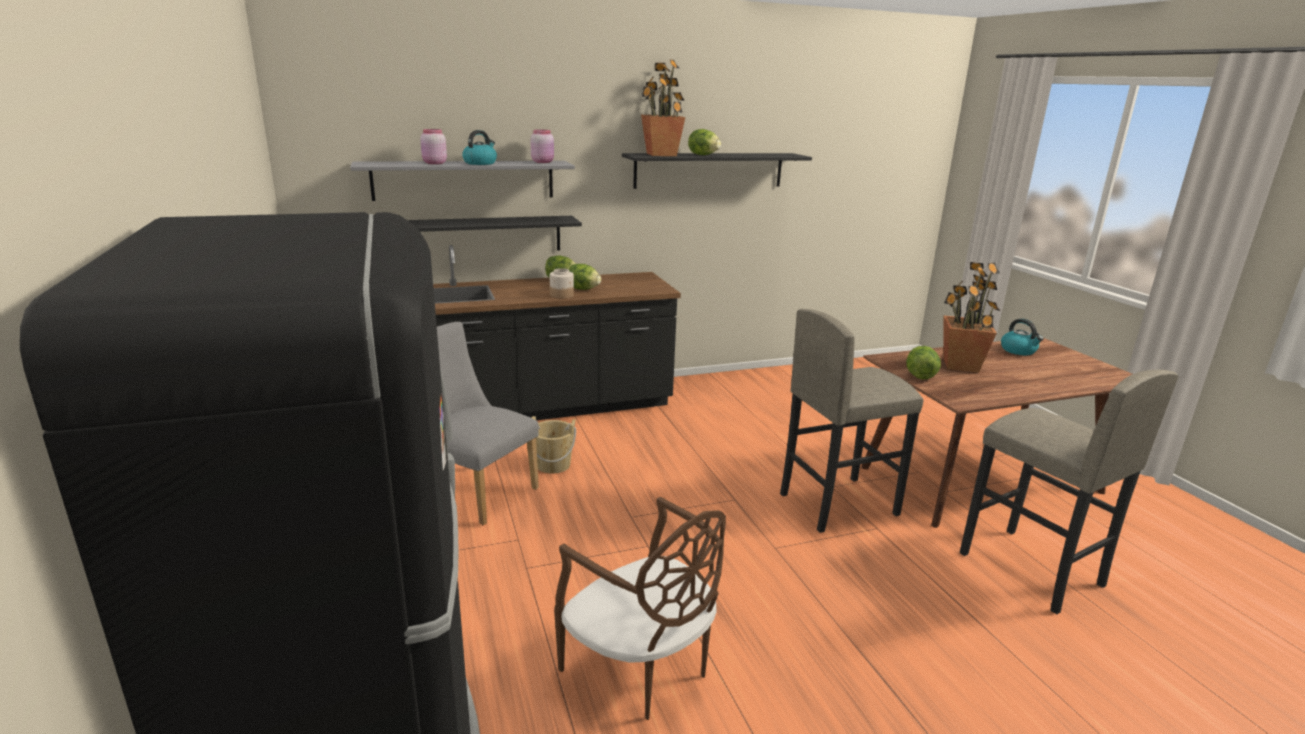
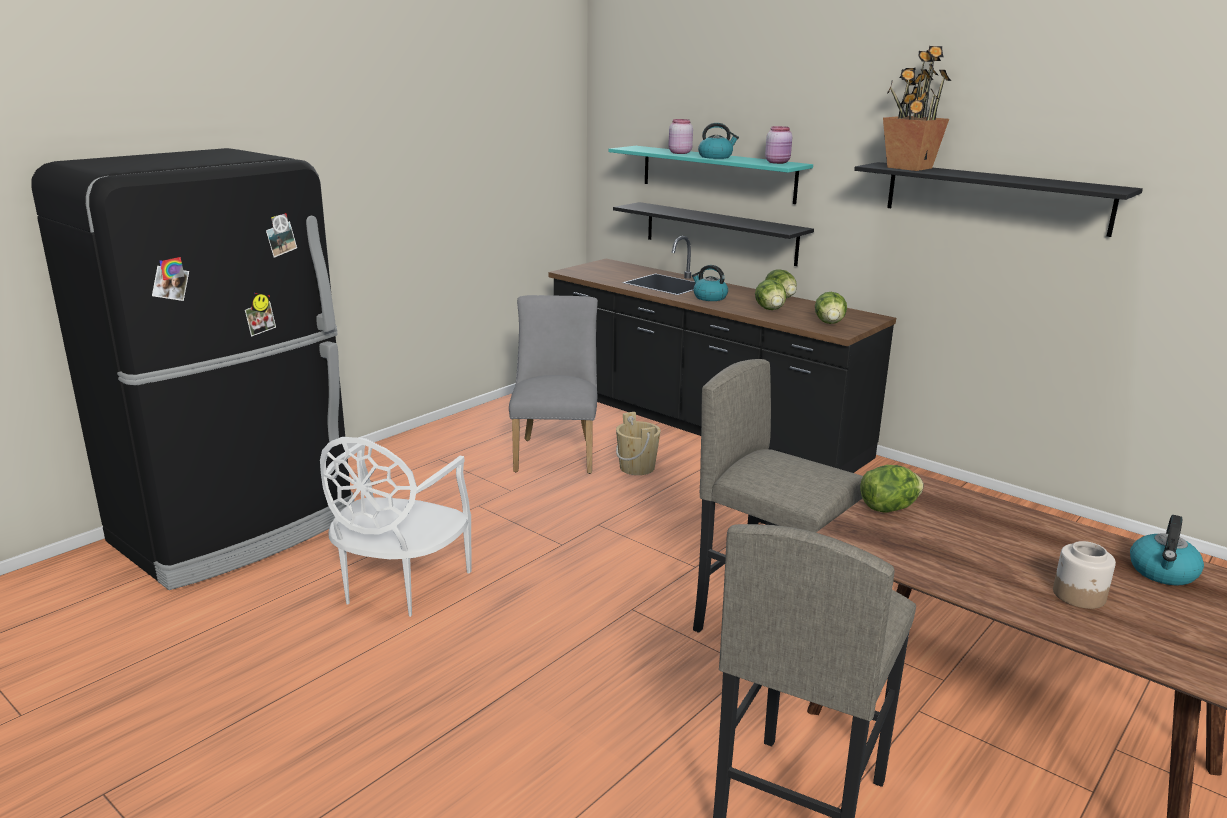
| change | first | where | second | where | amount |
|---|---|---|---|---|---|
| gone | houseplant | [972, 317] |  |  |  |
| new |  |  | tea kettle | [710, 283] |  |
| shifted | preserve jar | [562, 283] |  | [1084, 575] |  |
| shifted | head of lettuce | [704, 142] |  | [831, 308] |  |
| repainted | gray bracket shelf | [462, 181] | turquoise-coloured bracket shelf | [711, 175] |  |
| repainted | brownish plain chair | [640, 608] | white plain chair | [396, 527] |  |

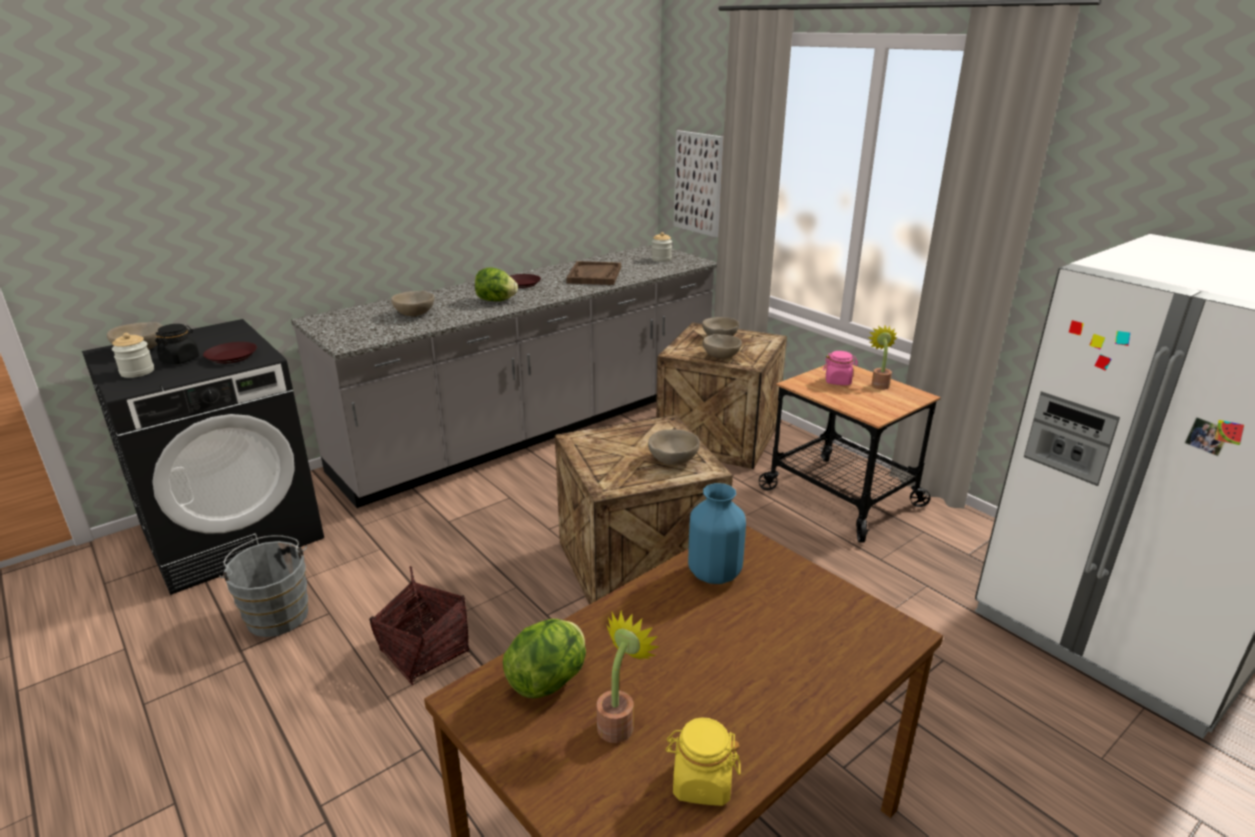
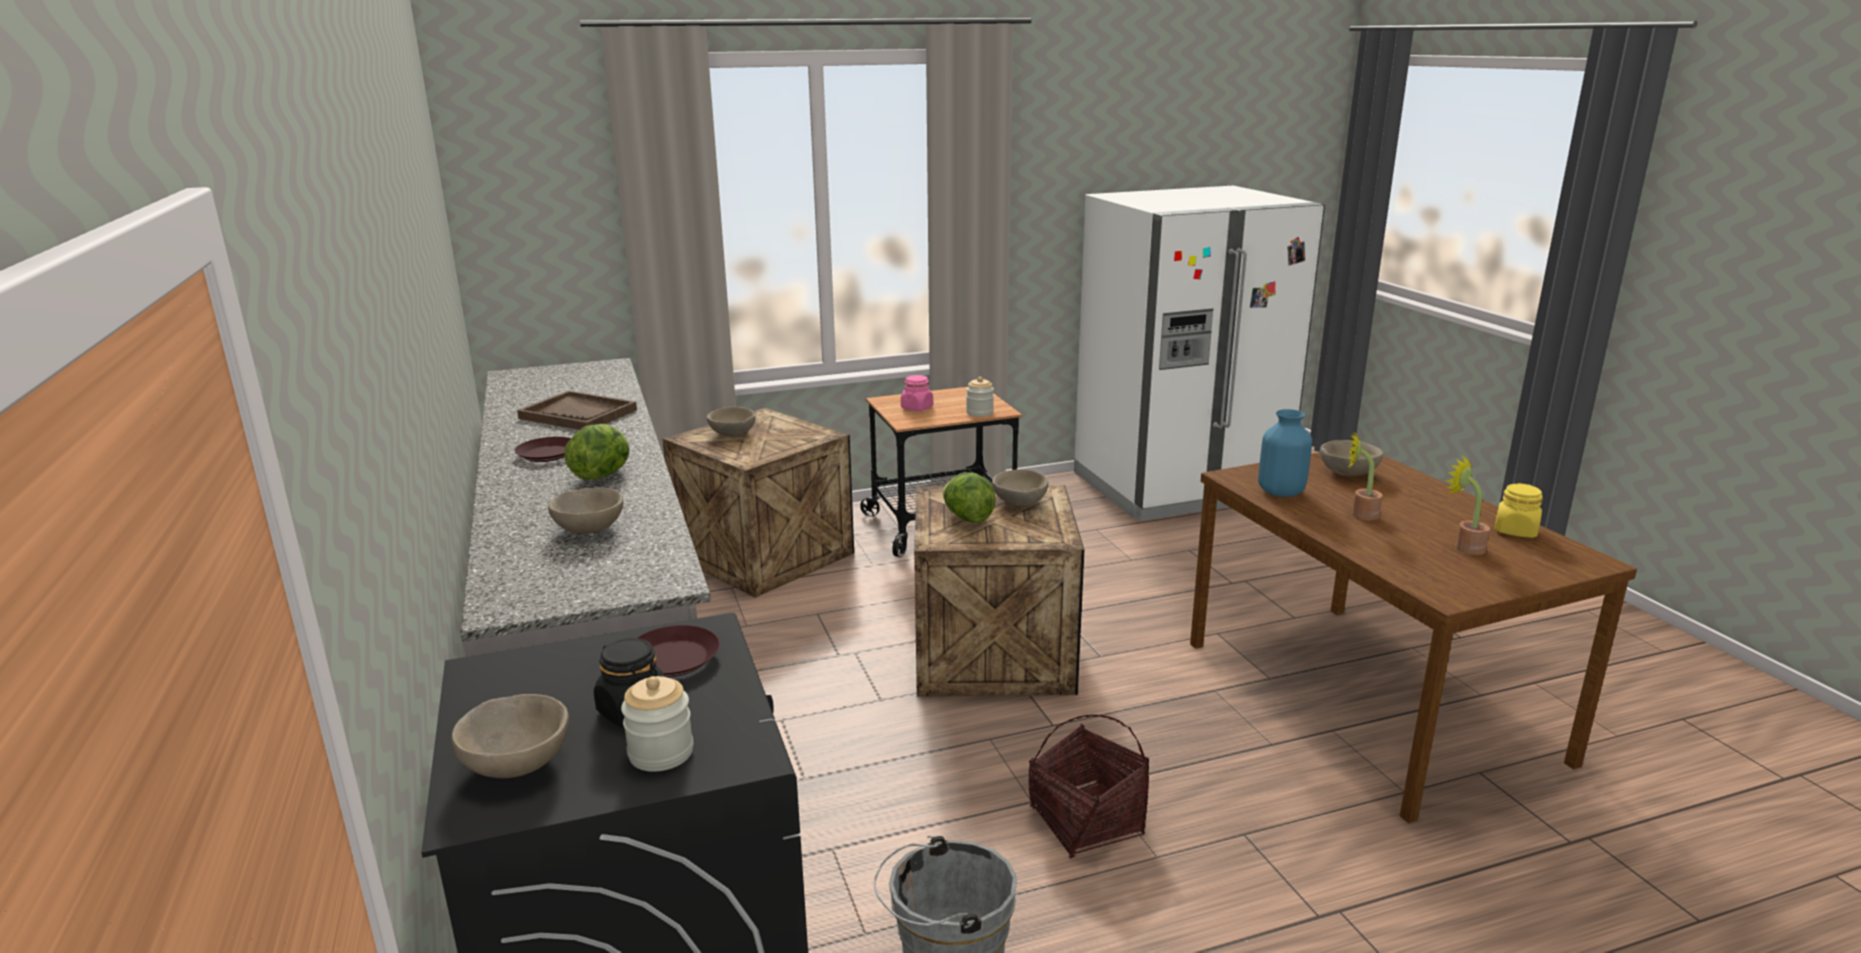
| change | first | where | second | where | amount |
|---|---|---|---|---|---|
| gone | picture | [699, 183] |  |  |  |
| shifted | head of lettuce | [544, 658] |  | [969, 497] |  |
| shifted | preserve jar | [662, 247] |  | [980, 397] |  |
| shifted | beige-coloured bowl | [722, 346] |  | [1351, 458] |  |
| shifted | houseplant | [882, 357] |  | [1365, 475] |  |

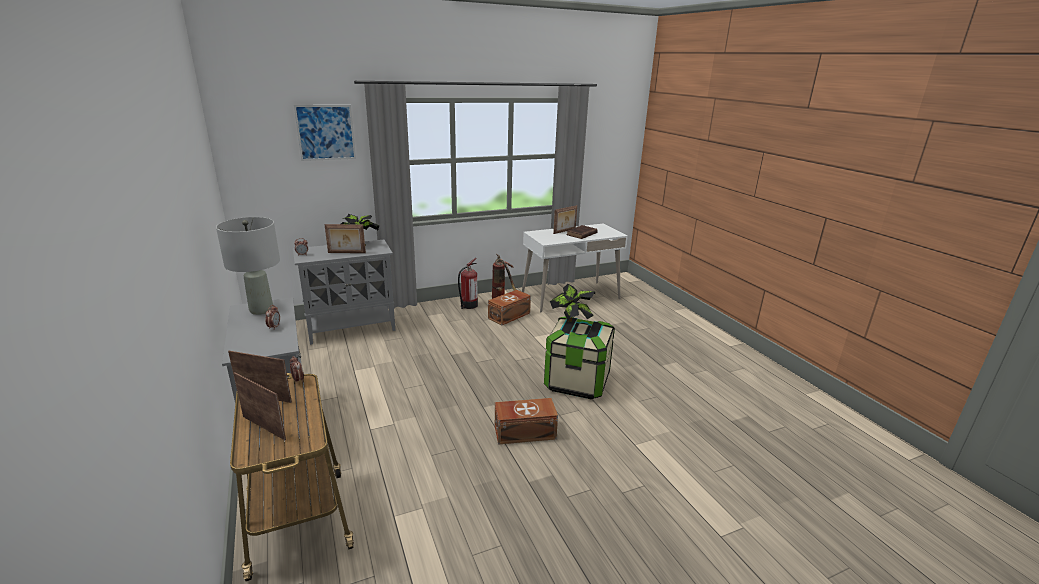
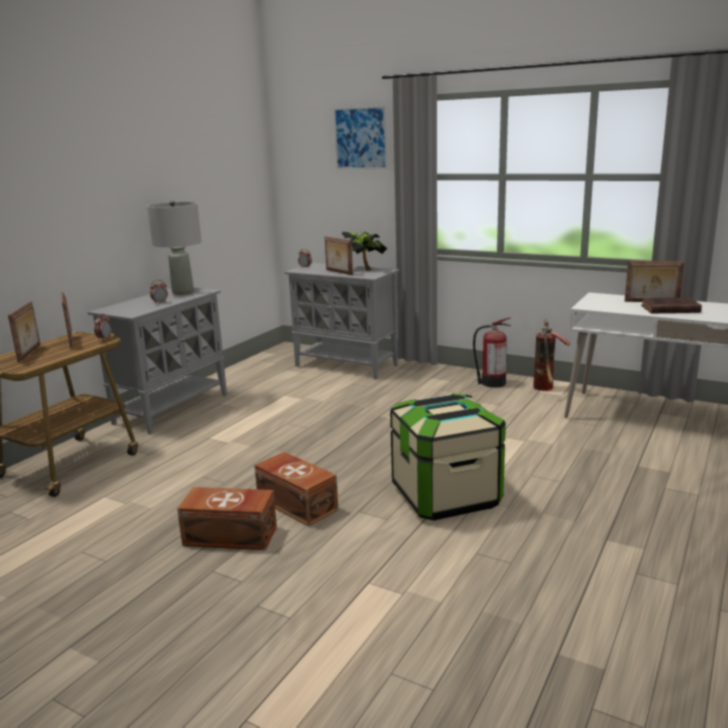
| change | first | where | second | where | amount |
|---|---|---|---|---|---|
| gone | houseplant | [572, 303] |  |  |  |
| shifted | brownish storage box | [509, 307] |  | [227, 518] |  |

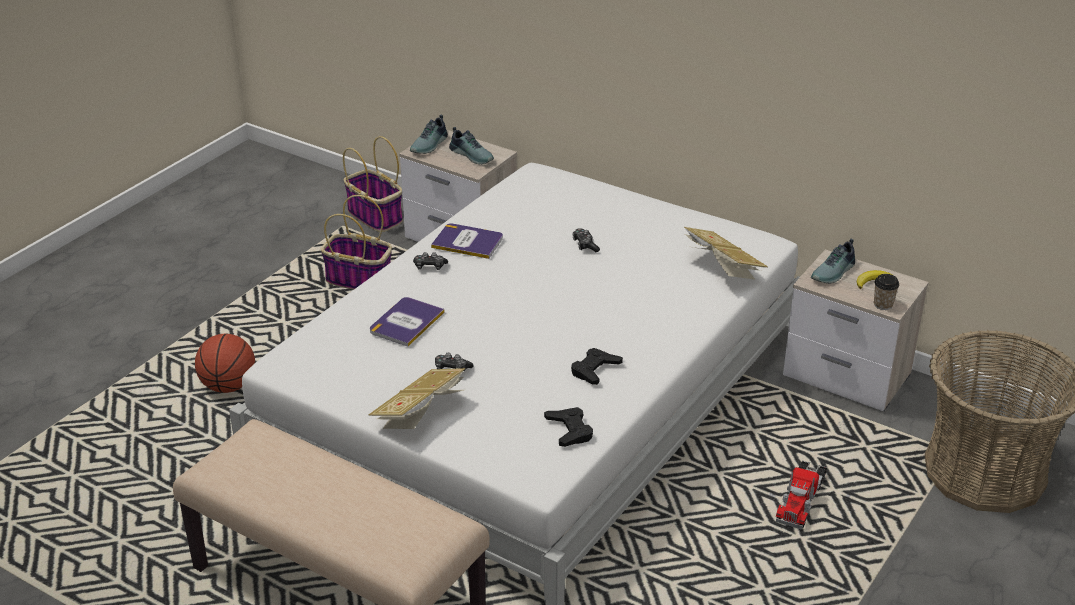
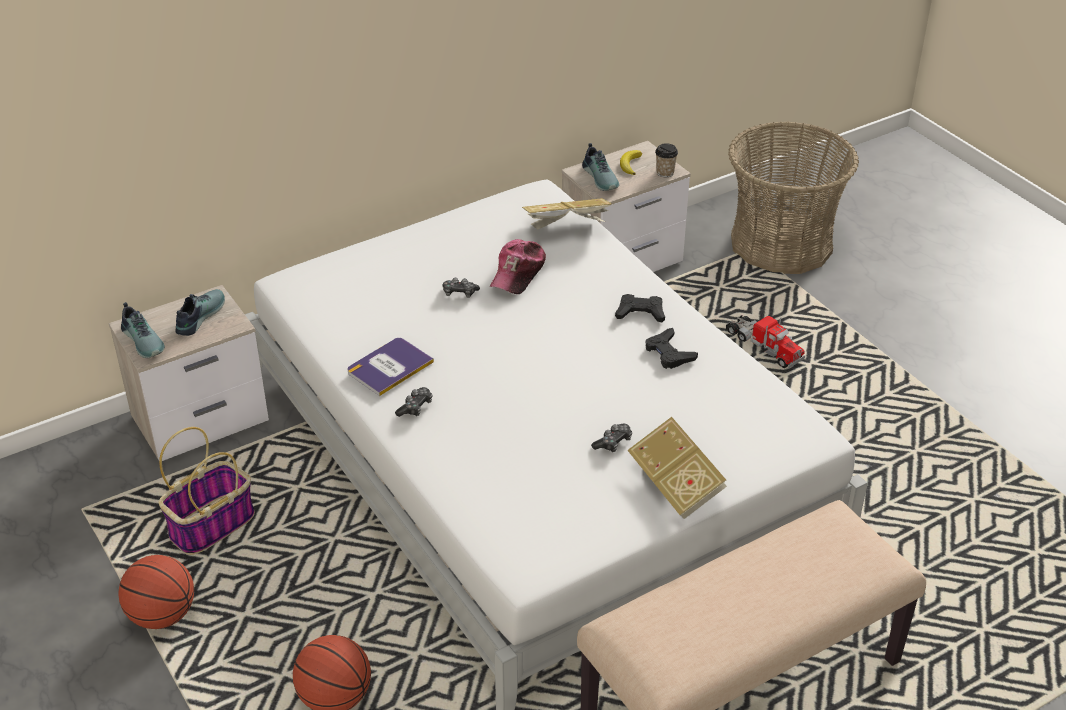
| change | first | where | second | where | amount |
|---|---|---|---|---|---|
| gone | household basket | [373, 184] |  |  |  |
| gone | volume | [407, 322] |  |  |  |
| new |  |  | basketball ball | [156, 592] |  |
| new |  |  | cap | [518, 266] |  |
| shifted | black-coloured joypad | [568, 427] |  | [640, 308] |  |
| rotated | shoe | [471, 145] |  | [200, 312] | 45 degrees counterclockwise |

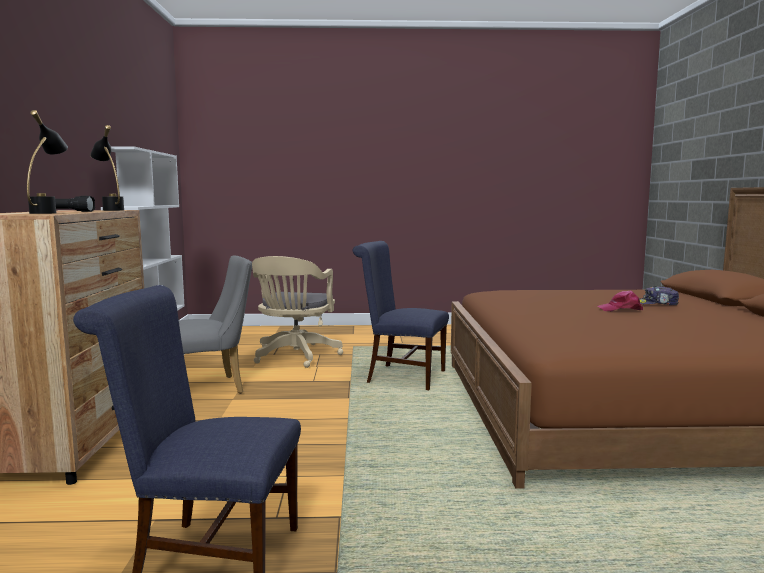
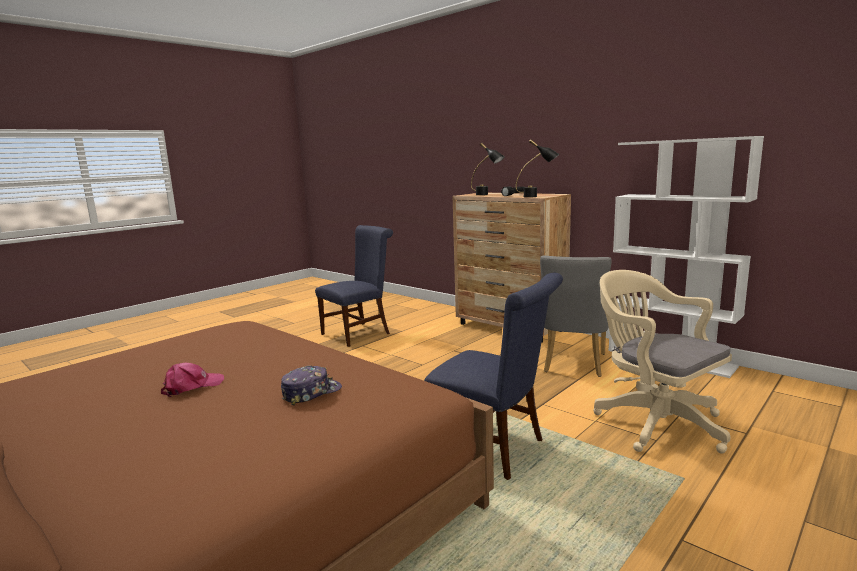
| change | first | where | second | where | amount |
|---|---|---|---|---|---|
| shifted | cap | [659, 295] |  | [311, 386] |  |
| rotated | blue plain chair | [401, 315] |  | [493, 376] | 60 degrees clockwise |

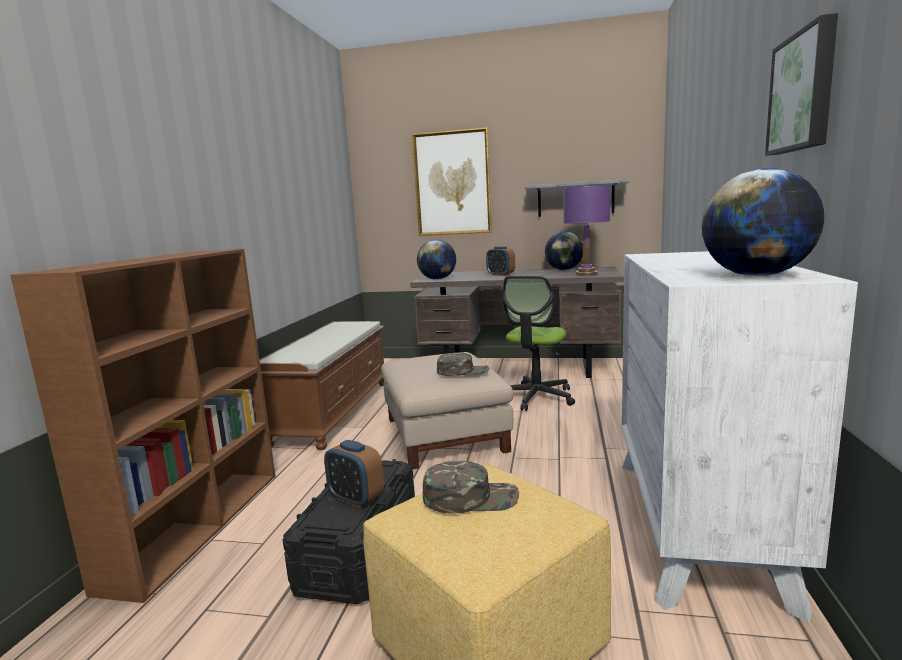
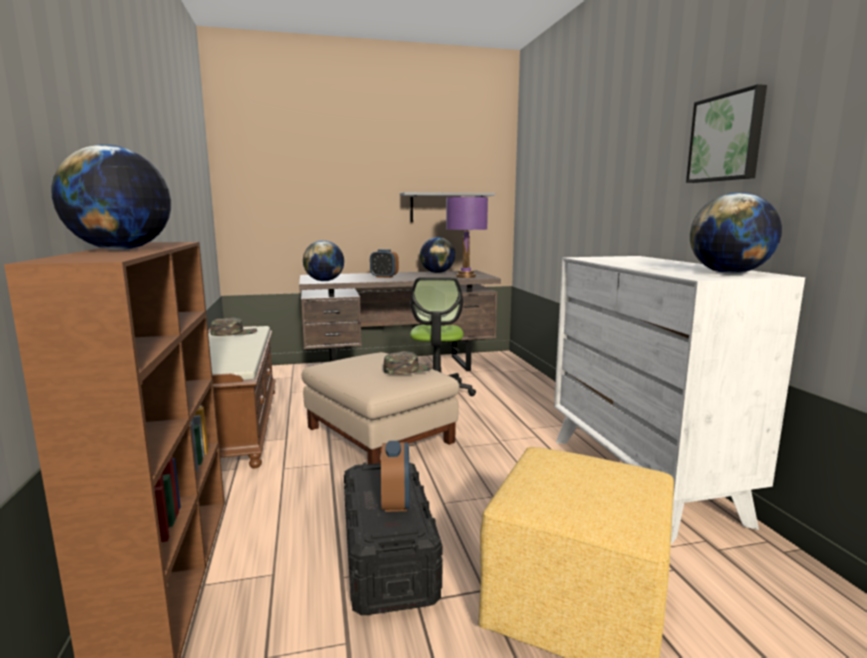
| change | first | where | second | where | amount |
|---|---|---|---|---|---|
| gone | picture | [452, 181] |  |  |  |
| new |  |  | desk globe | [111, 197] |  |
| shifted | green cap | [471, 487] |  | [233, 327] |  |
| rotated | table clock | [354, 474] |  | [395, 476] | 105 degrees counterclockwise |

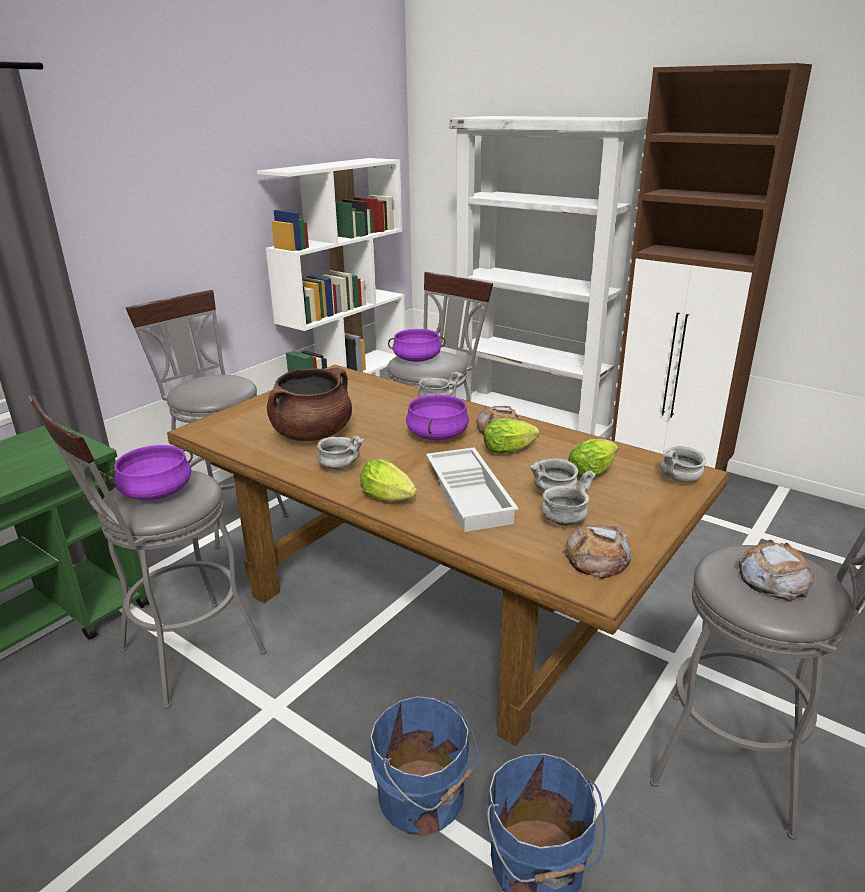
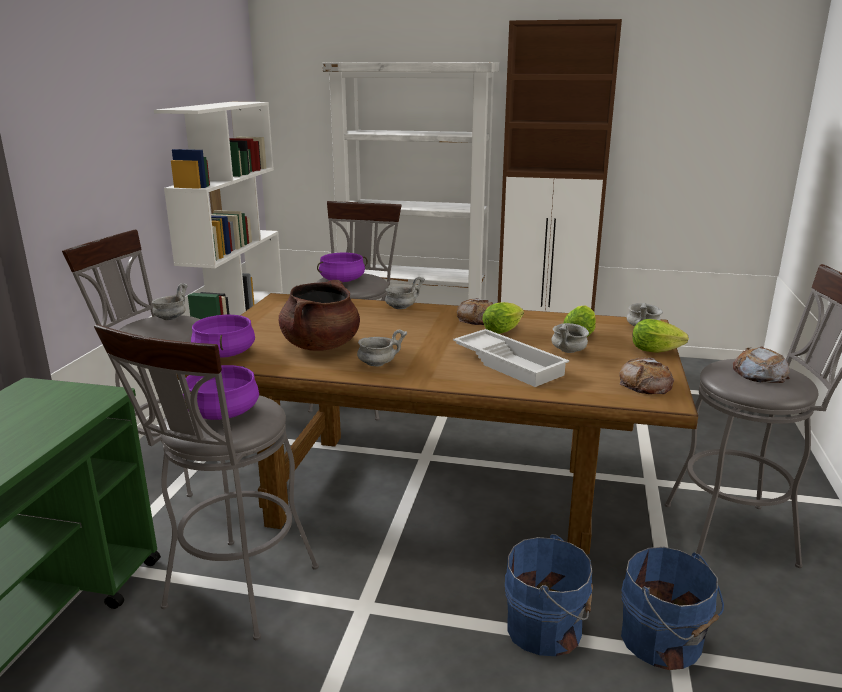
| change | first | where | second | where | amount |
|---|---|---|---|---|---|
| shifted | head of lettuce | [388, 480] |  | [660, 336] |  |
| shifted | purple-coloured cooking pot | [437, 417] |  | [223, 336] |  |
| shifted | gray bowl | [569, 498] |  | [170, 301] |  |

